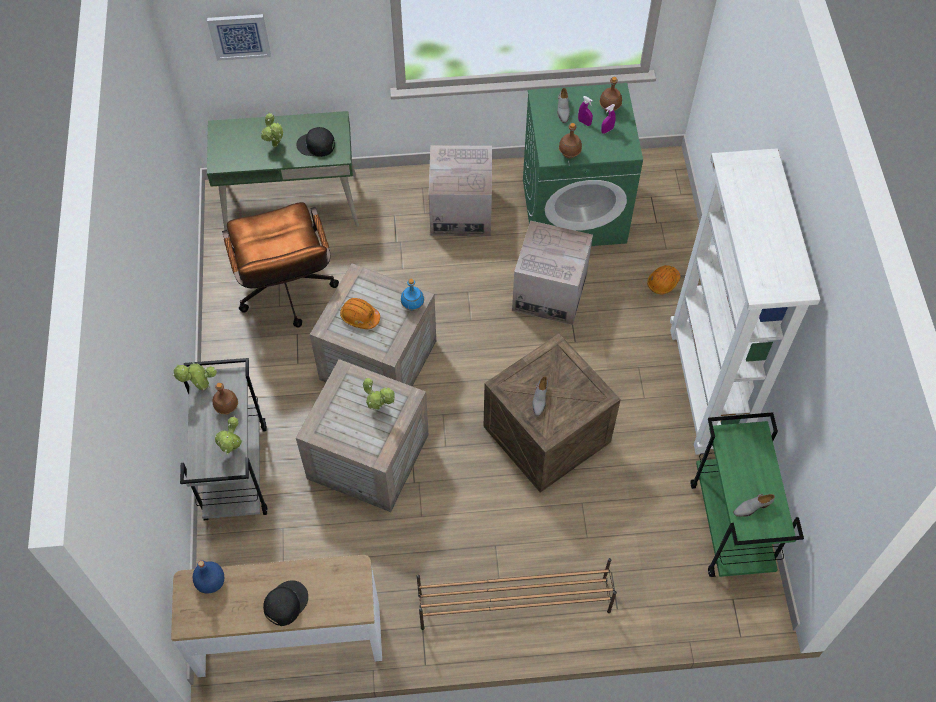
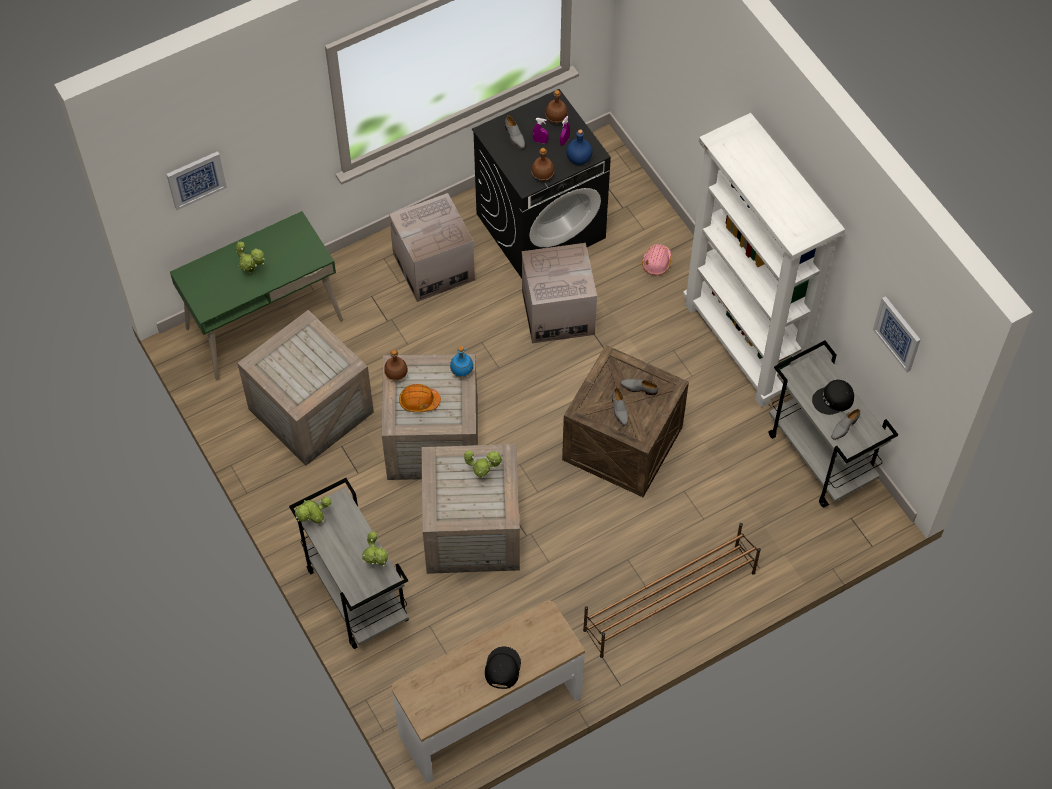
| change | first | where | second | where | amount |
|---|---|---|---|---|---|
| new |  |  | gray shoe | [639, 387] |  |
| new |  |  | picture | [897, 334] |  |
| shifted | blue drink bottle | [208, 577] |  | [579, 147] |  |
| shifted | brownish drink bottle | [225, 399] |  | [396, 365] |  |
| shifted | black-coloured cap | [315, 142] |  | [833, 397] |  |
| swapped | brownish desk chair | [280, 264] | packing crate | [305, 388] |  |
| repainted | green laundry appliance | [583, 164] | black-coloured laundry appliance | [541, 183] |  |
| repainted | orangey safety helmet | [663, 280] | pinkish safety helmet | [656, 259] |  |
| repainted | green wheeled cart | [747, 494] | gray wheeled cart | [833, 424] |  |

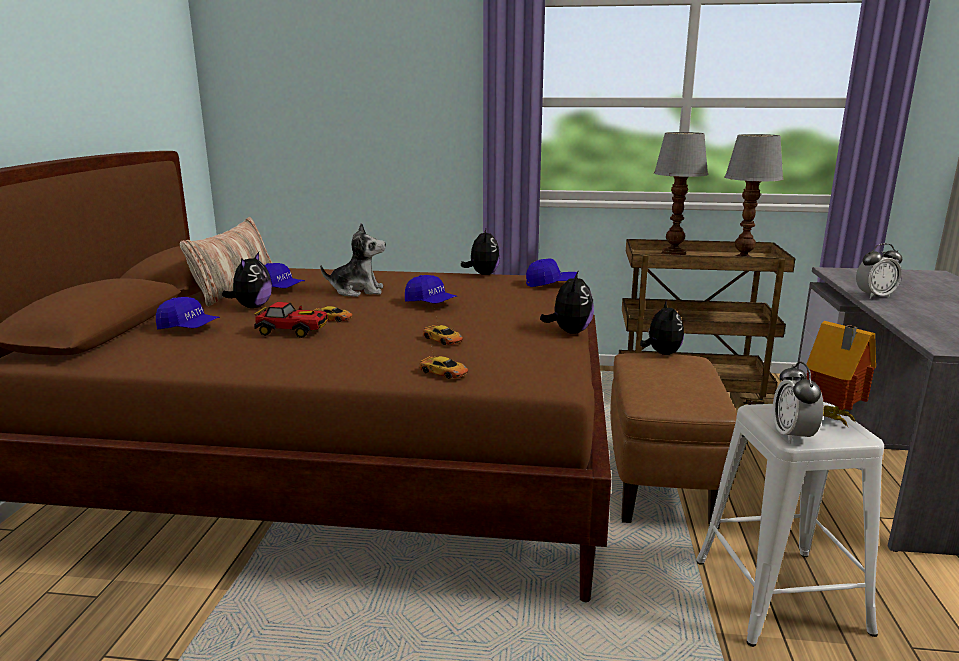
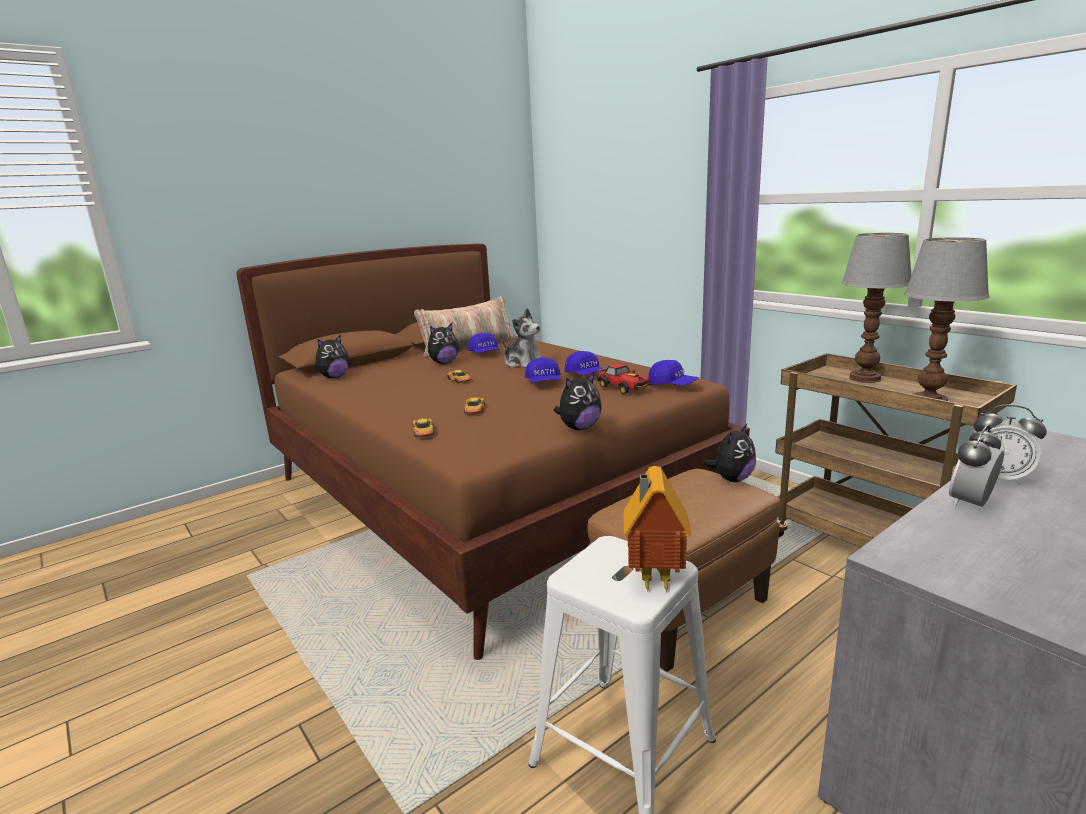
| change | first | where | second | where | amount |
|---|---|---|---|---|---|
| shifted | blue cap | [188, 313] |  | [585, 363] |  |
| shifted | miniature car | [291, 320] |  | [624, 378] |  |
| shifted | soft toy | [480, 251] |  | [332, 356] |  |
| shifted | table clock | [798, 403] |  | [976, 465] |  |

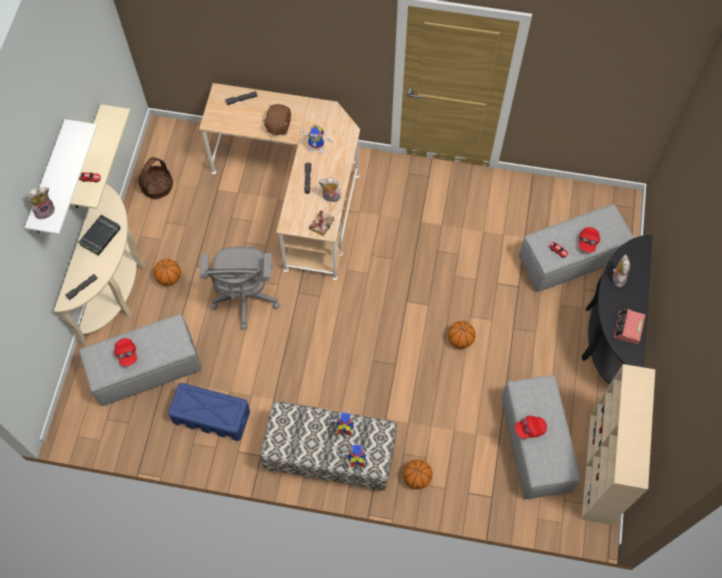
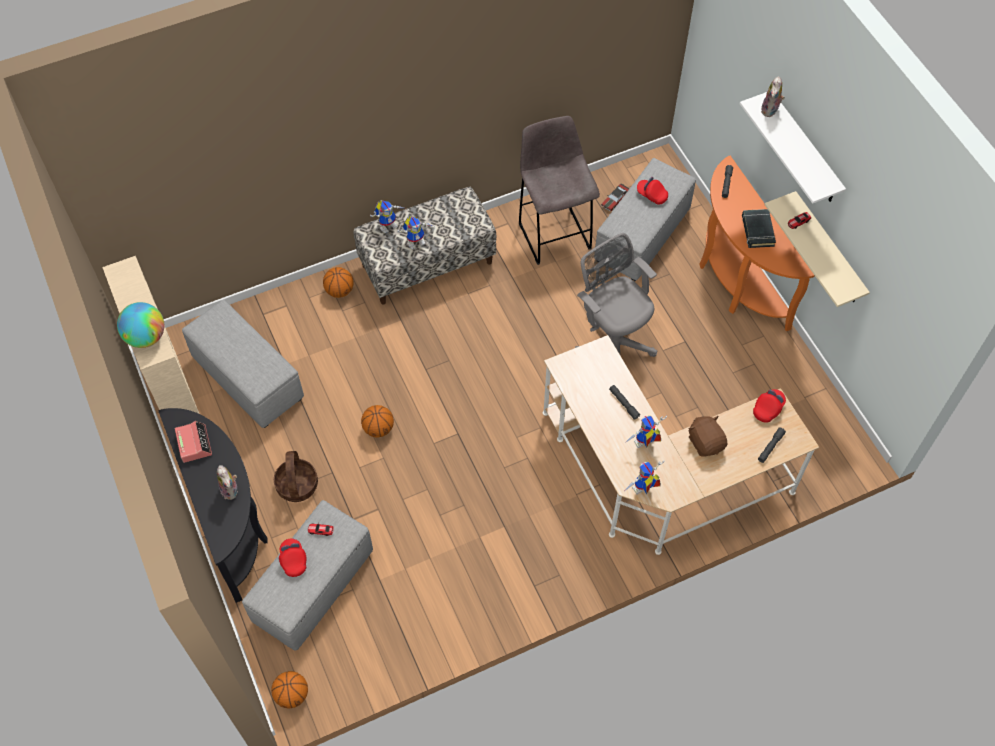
| change | first | where | second | where | amount |
|---|---|---|---|---|---|
| gone | volume | [322, 223] |  |  |  |
| gone | soft toy | [329, 190] |  |  |  |
| new |  |  | desk globe | [140, 325] |  |
| new |  |  | miniature car | [615, 197] |  |
| new |  |  | robot figure | [645, 477] |  |
| shifted | household basket | [155, 178] |  | [296, 476] |  |
| shifted | basketball ball | [167, 272] |  | [289, 689] |  |
| shifted | reddish cap | [531, 427] |  | [769, 406] |  |
| swapped | blue storage box | [209, 412] | gray stool | [559, 190] |  |
| repainted | beige-coloured hall table | [99, 265] | orangey hall table | [757, 243] |  |

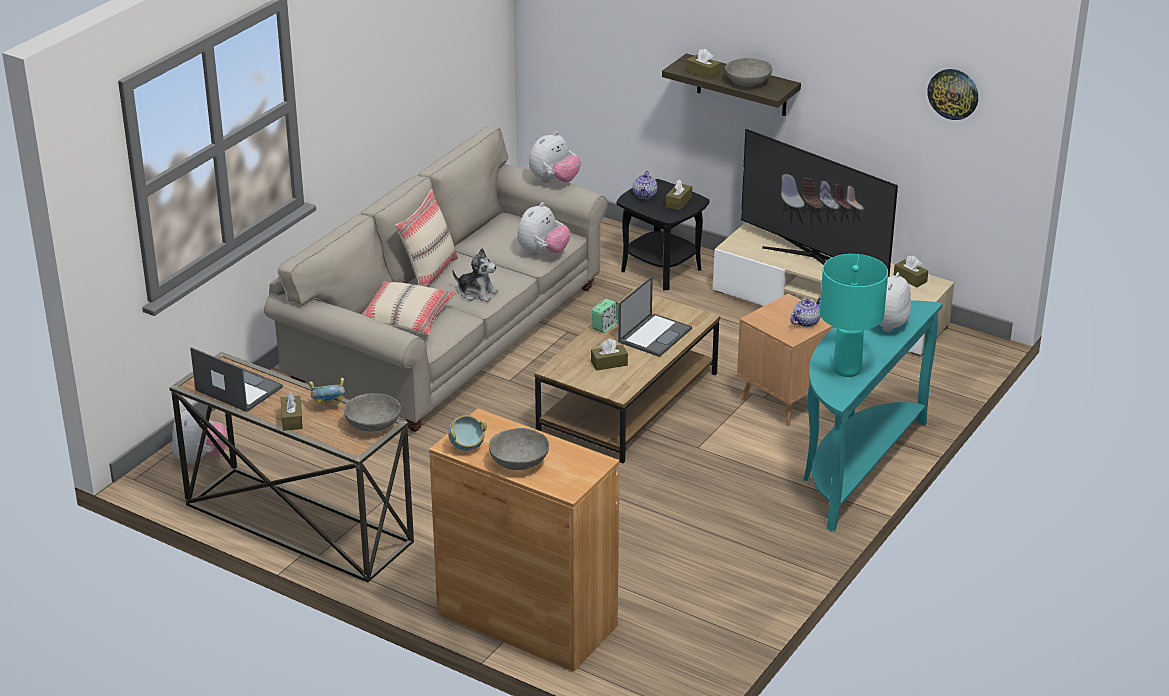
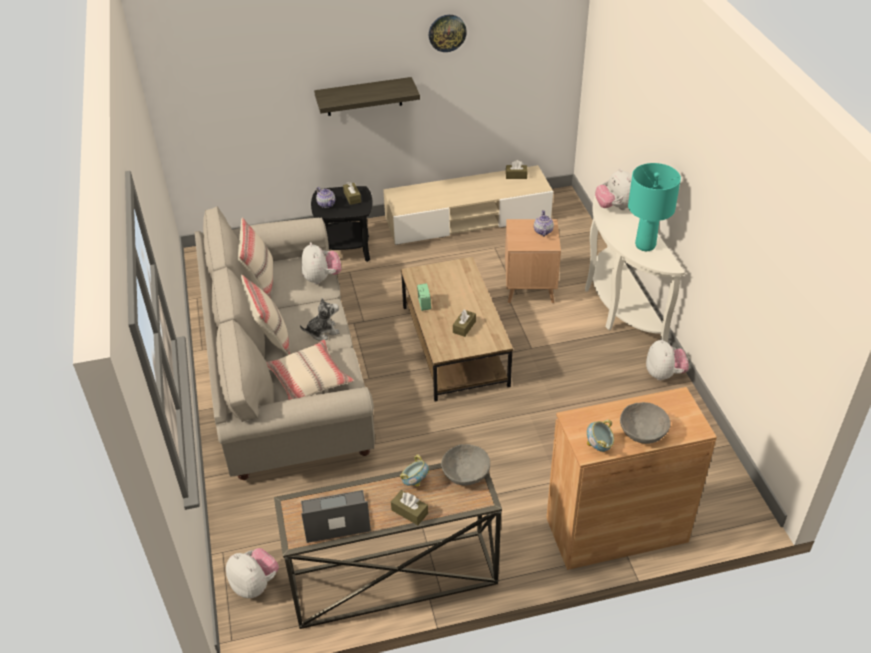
| change | first | where | second | where | amount |
|---|---|---|---|---|---|
| gone | portable computer | [655, 316] |  |  |  |
| gone | brownish tissue holder | [703, 64] |  |  |  |
| gone | gray bowl | [748, 72] |  |  |  |
| gone | television | [819, 203] |  |  |  |
| new |  |  | beige-coloured cushion | [255, 257] |  |
| shifted | soft toy | [555, 157] |  | [667, 359] |  |
| shifted | clock on the wall | [952, 94] |  | [448, 33] |  |
| repainted | turquoise-coloured hall table | [872, 416] | white hall table | [635, 269] |  |

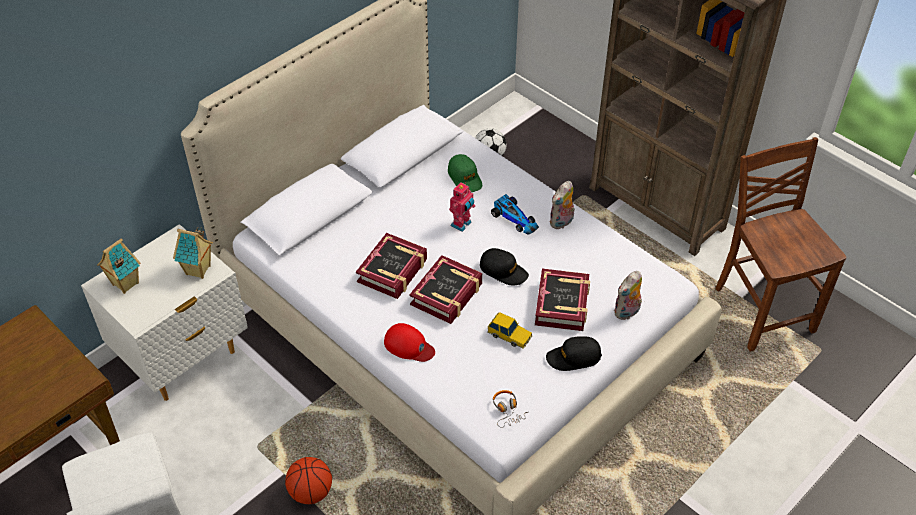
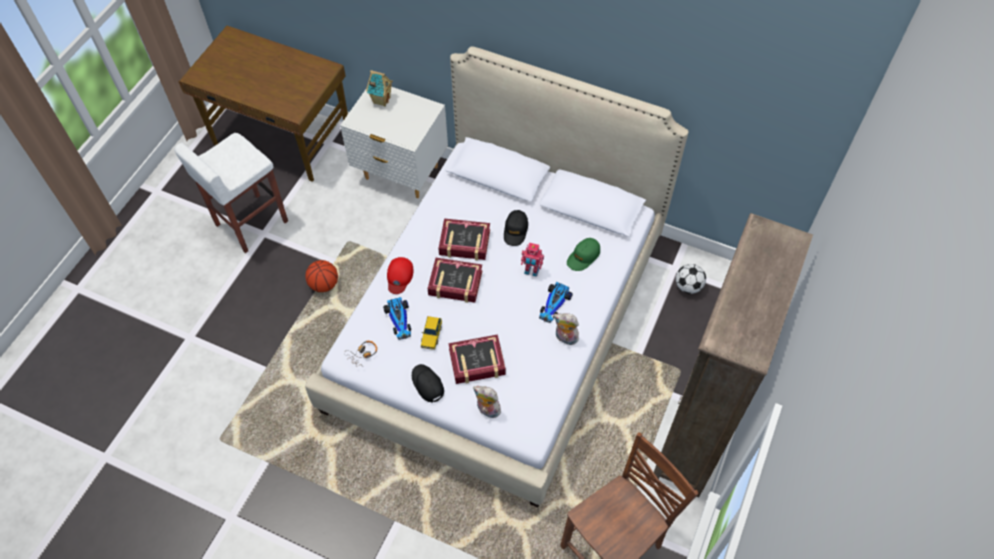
| change | first | where | second | where | amount |
|---|---|---|---|---|---|
| gone | miniature house | [193, 253] |  |  |  |
| new |  |  | miniature car | [397, 318] |  |
| shifted | black-coloured cap | [504, 266] |  | [516, 228] |  |

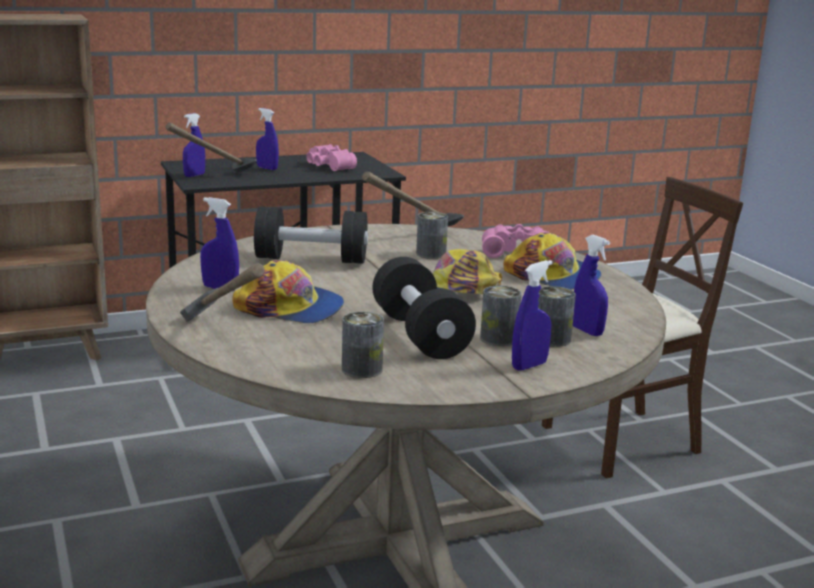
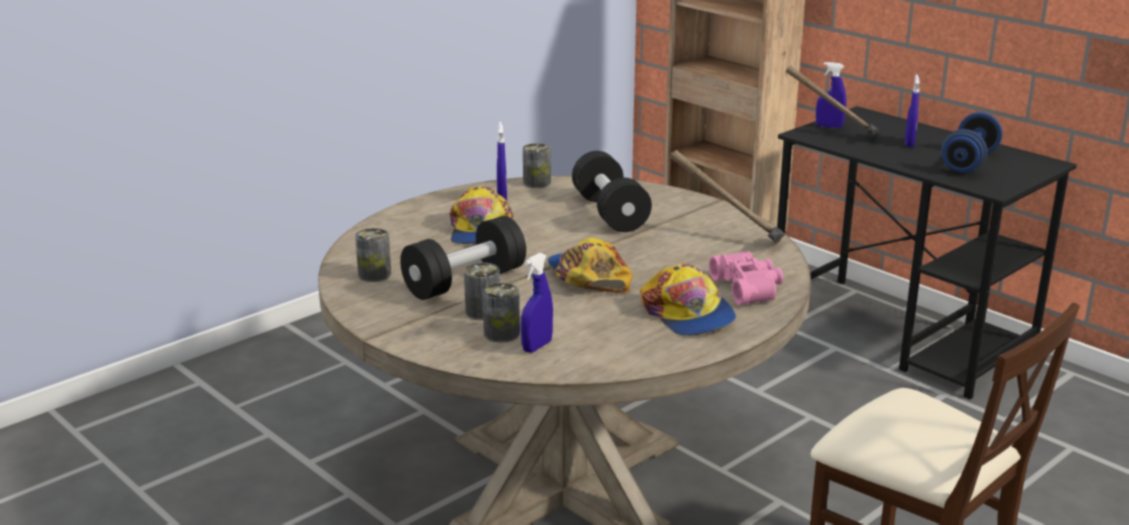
| change | first | where | second | where | amount |
|---|---|---|---|---|---|
| gone | tool hammer | [222, 292] |  |  |  |
| gone | blue hand sprayer | [532, 315] |  |  |  |
| shifted | can | [432, 235] |  | [537, 165] |  |
| swapped | pinkish pair of binoculars | [331, 157] | blue dumbbell | [972, 142] |  |
| rotated | cap | [552, 261] |  | [688, 300] | 45 degrees counterclockwise |

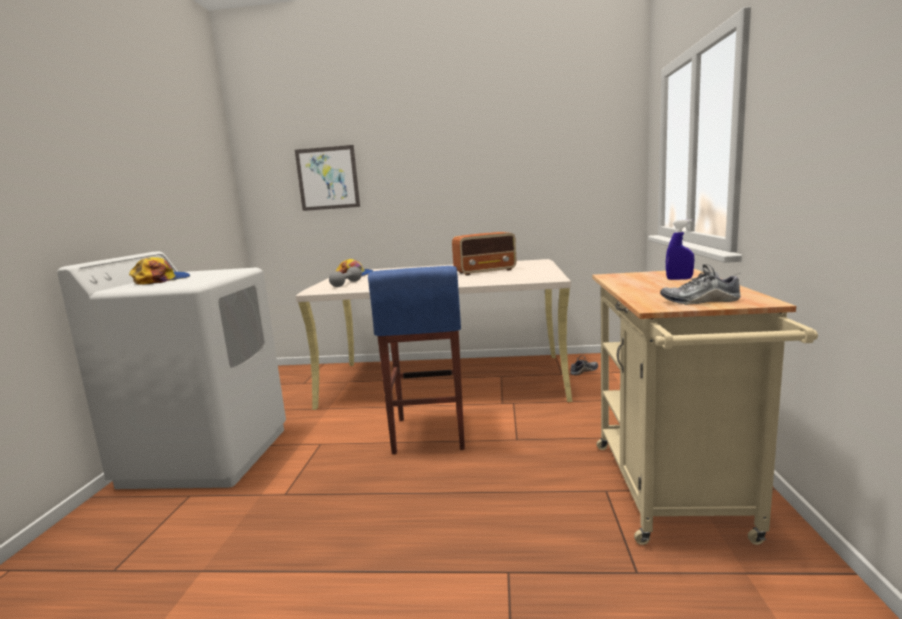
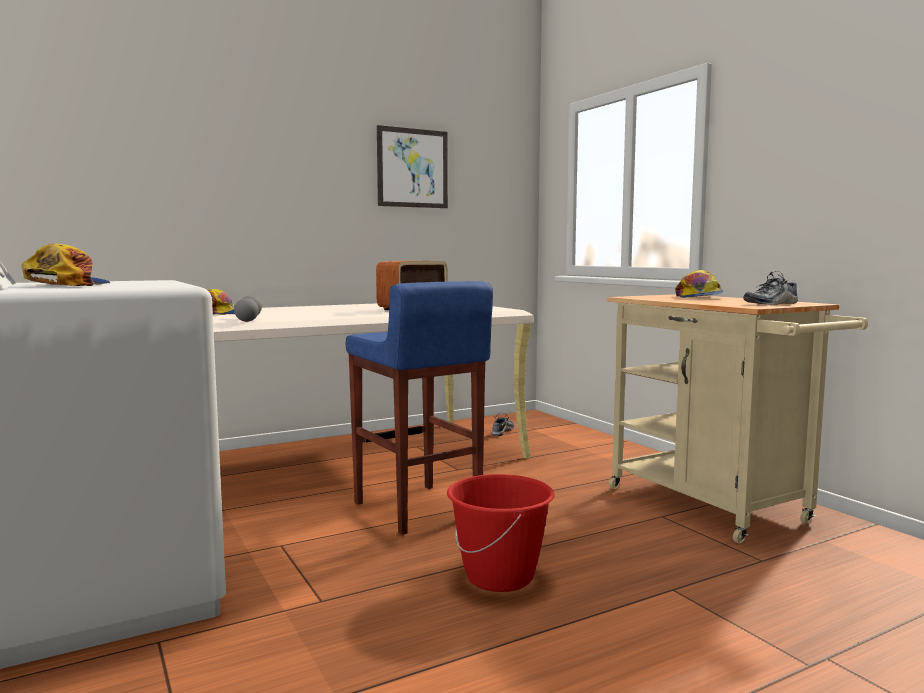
| change | first | where | second | where | amount |
|---|---|---|---|---|---|
| new |  |  | reddish pail | [501, 533] |  |
| shifted | picture | [327, 178] |  | [412, 166] |  |
| swapped | blue hand sprayer | [680, 249] | cap | [699, 284] |  |

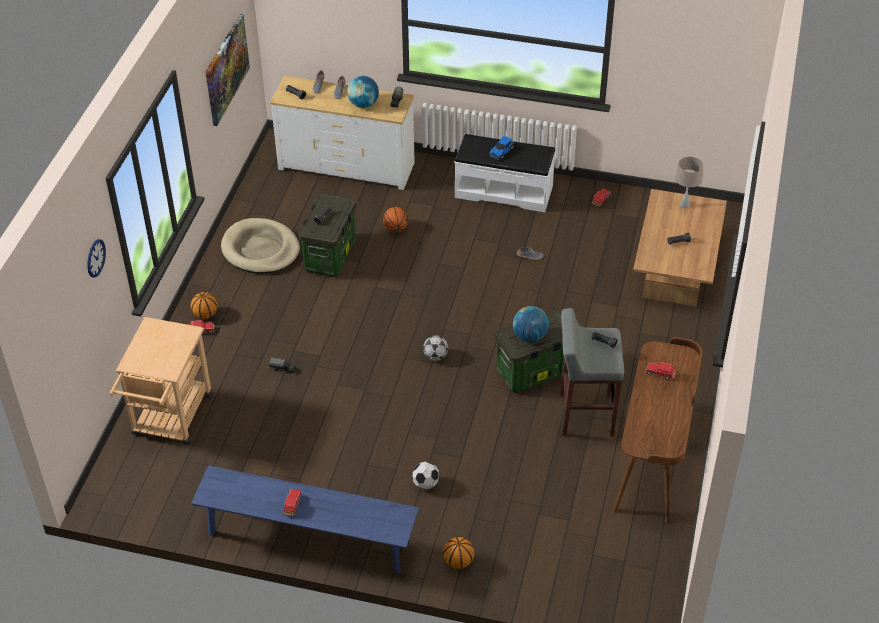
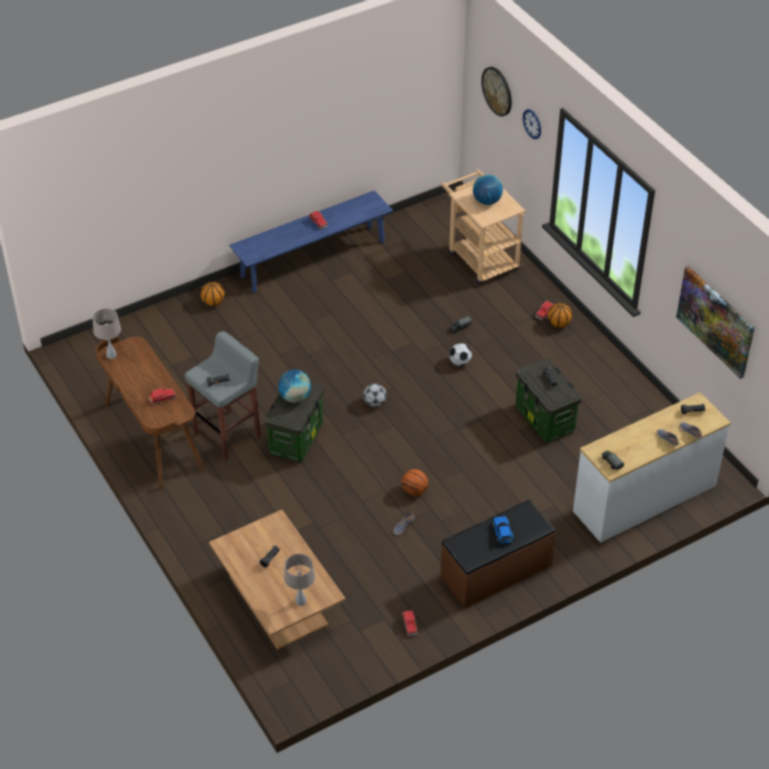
| change | first | where | second | where | amount |
|---|---|---|---|---|---|
| gone | beige-coloured pet bed | [260, 246] |  |  |  |
| new |  |  | beige-coloured tabletop lamp | [106, 333] |  |
| new |  |  | clock on the wall | [496, 91] |  |
| shifted | desk globe | [363, 92] |  | [488, 190] |  |
| shifted | basketball ball | [395, 219] |  | [415, 482] |  |
| shifted | football | [426, 476] |  | [460, 354] |  |
| repainted | white long seat | [504, 173] | brownish long seat | [498, 554] |  |

